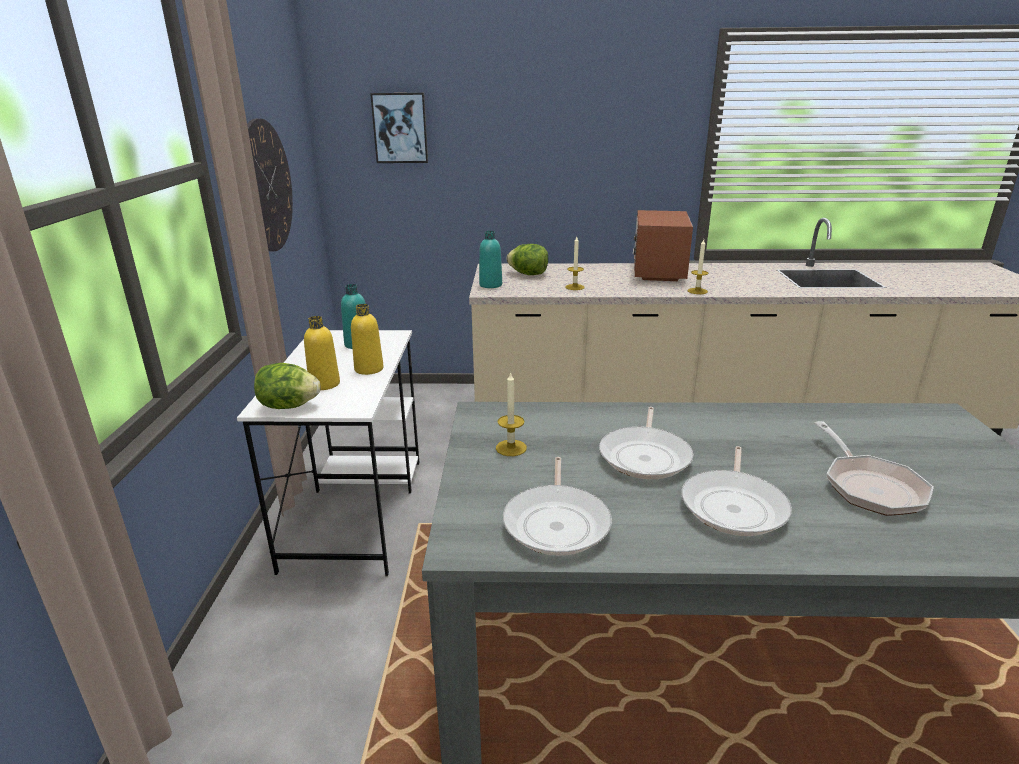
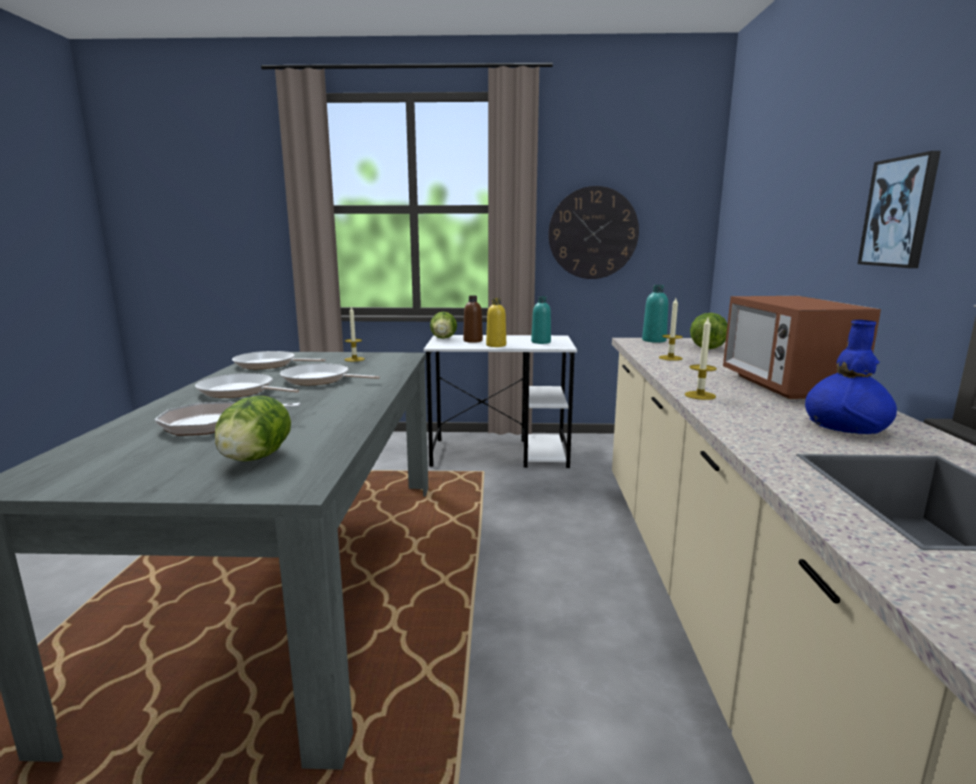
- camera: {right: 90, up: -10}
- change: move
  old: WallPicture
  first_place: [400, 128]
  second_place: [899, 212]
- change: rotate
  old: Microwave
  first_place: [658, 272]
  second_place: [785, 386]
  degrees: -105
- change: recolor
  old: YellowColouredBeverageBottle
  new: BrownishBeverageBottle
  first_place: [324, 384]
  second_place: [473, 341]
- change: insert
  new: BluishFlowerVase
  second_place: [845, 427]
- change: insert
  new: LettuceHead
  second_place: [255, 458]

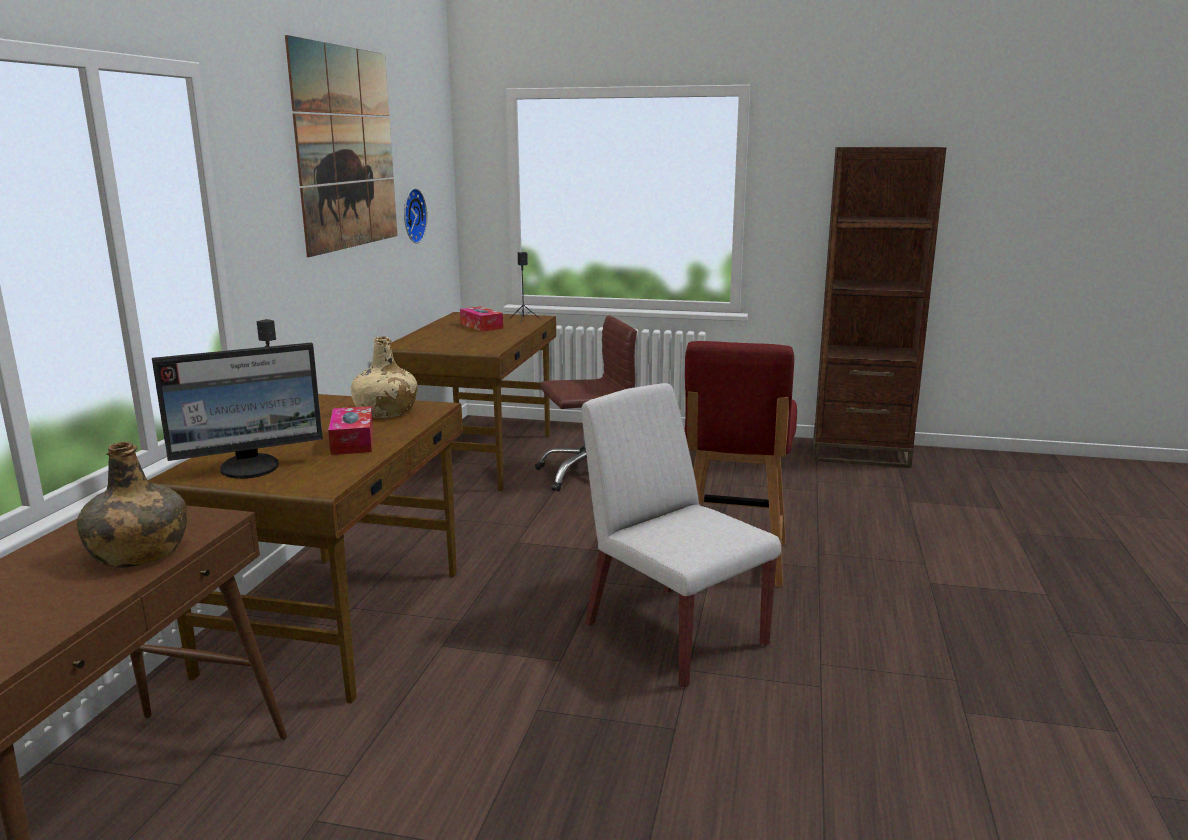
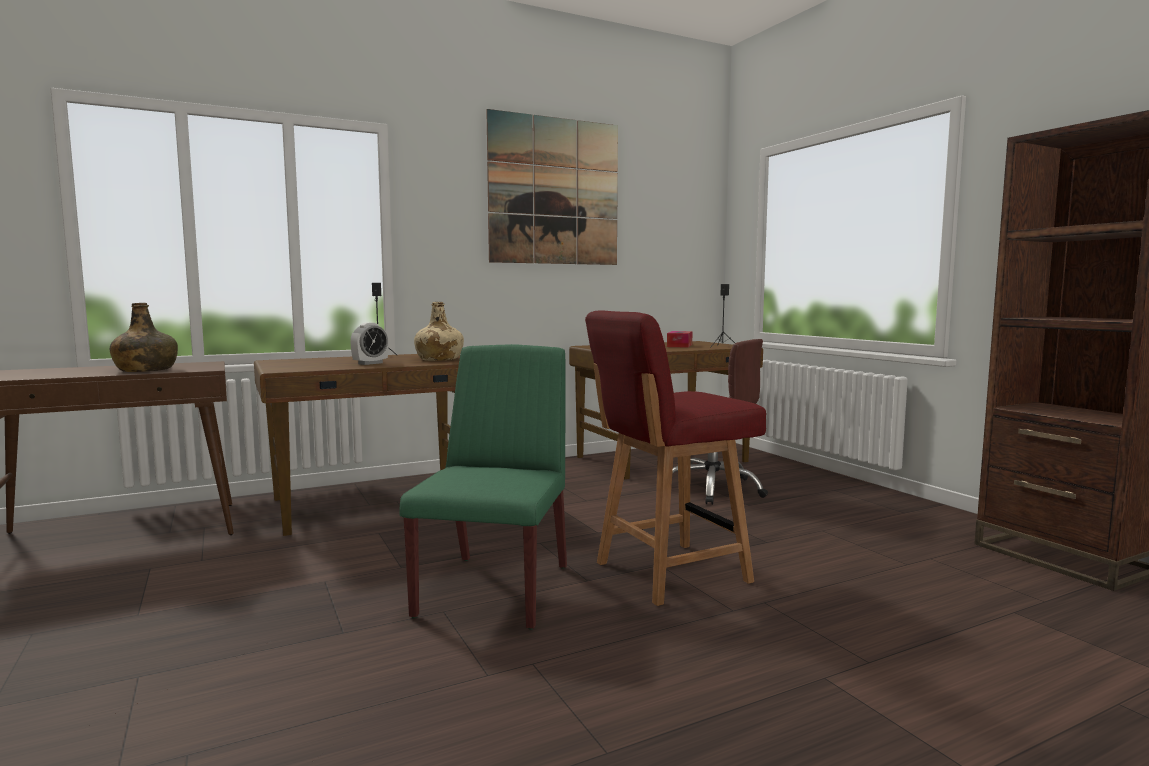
- camera: {right: 50, up: -10}
- change: delete
  old: HangingClock
  first_place: [411, 215]
- change: delete
  old: ComputerScreen
  first_place: [251, 468]
- change: recolor
  old: WhiteChair
  new: GreenChair
  first_place: [673, 634]
  second_place: [495, 589]
- change: replace
  old: BoxOfTissues
  new: AlarmClock
  first_place: [352, 441]
  second_place: [370, 363]

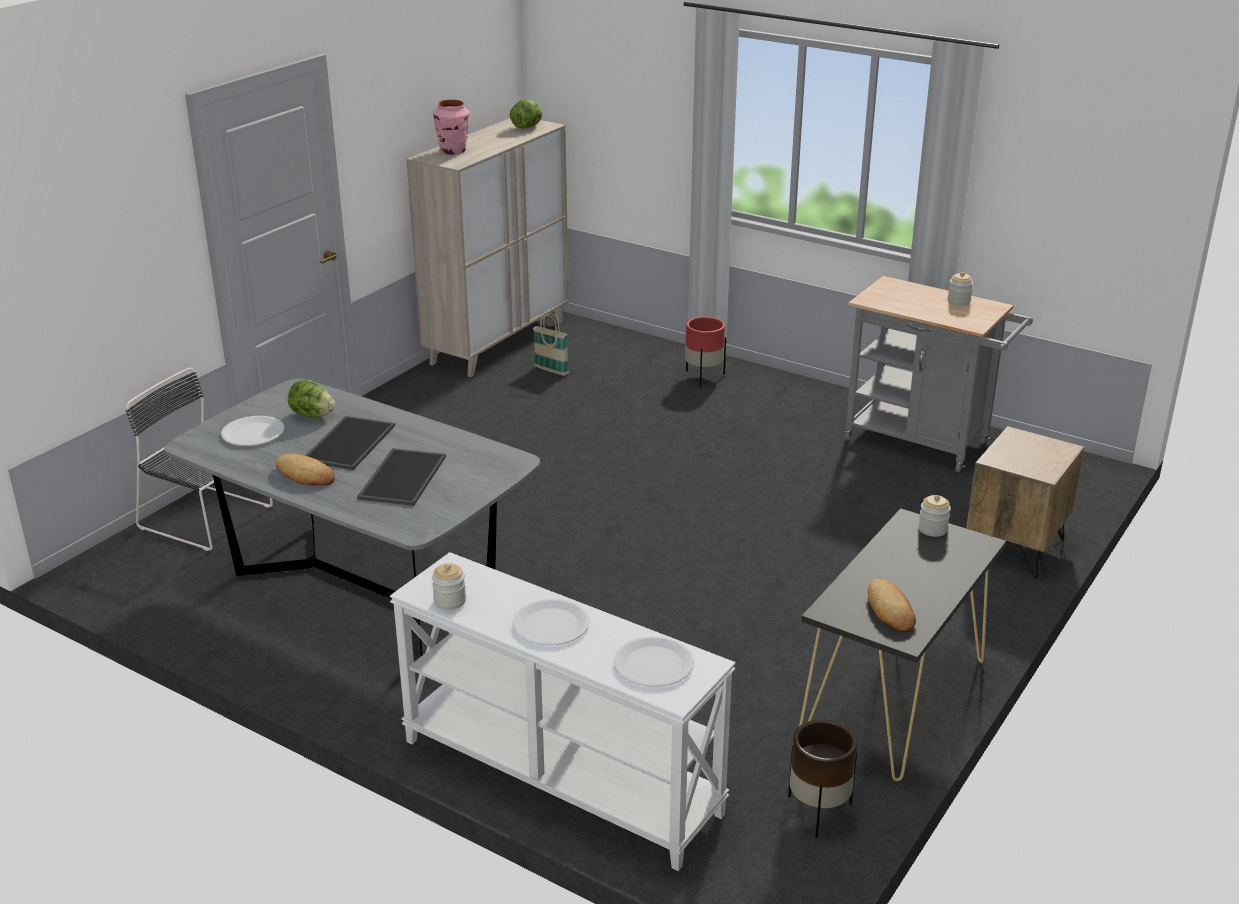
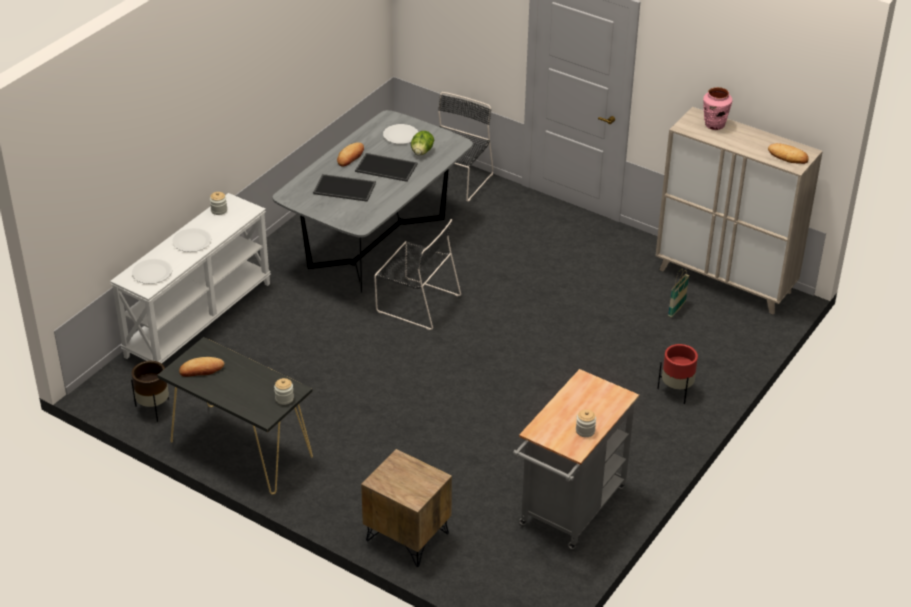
- camera: {right: 90, up: 10}
- change: replace
  old: LettuceHead
  new: BakeryBread
  first_place: [527, 127]
  second_place: [787, 156]
- change: insert
  new: BlackChair
  second_place: [416, 302]

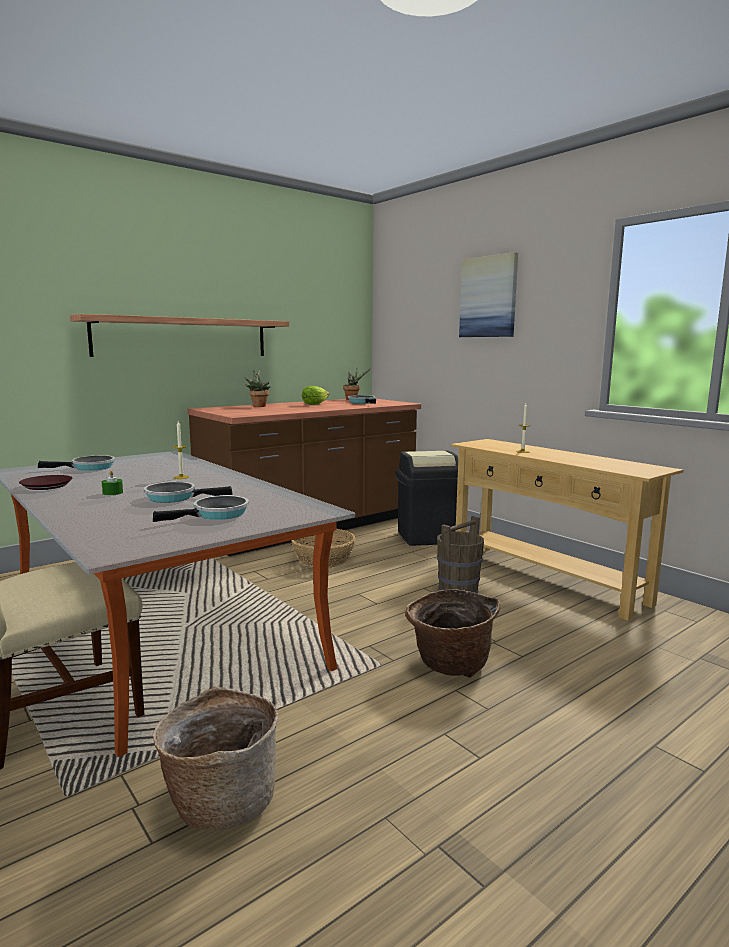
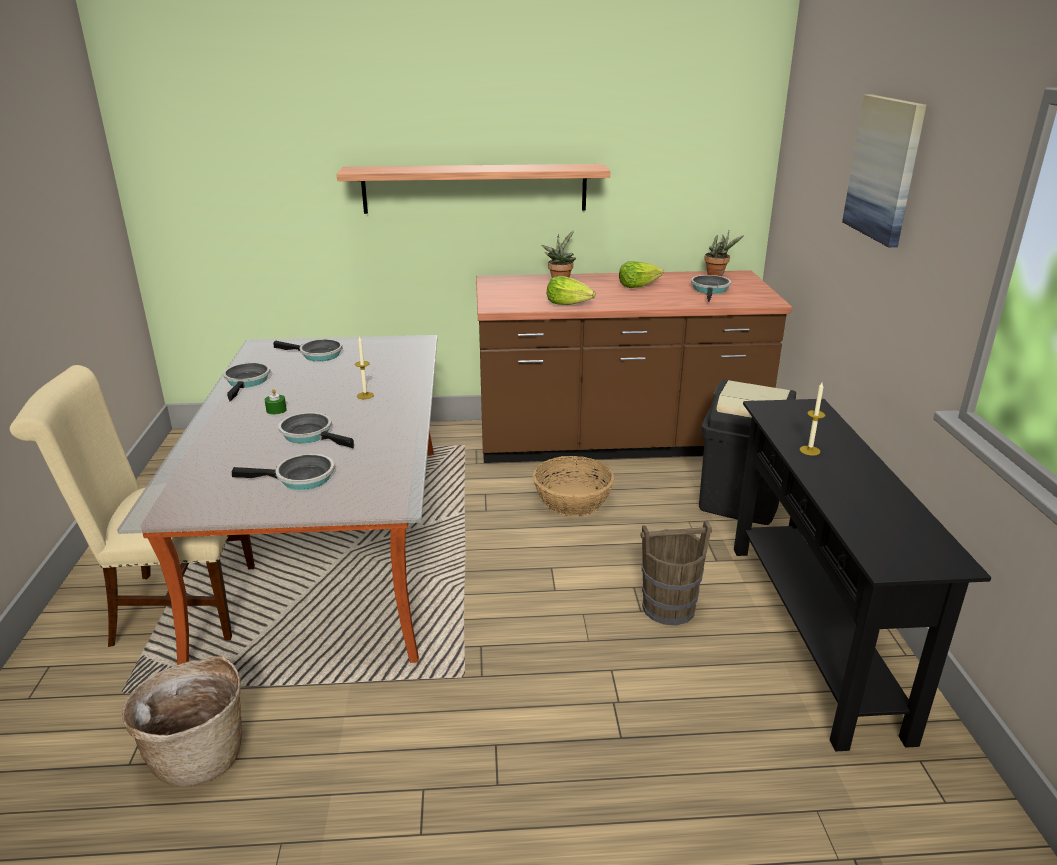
- camera: {right: 35, up: 15}
- change: recolor
  old: BeigeHallTable
  new: BlackHallTable
  first_place: [545, 578]
  second_place: [813, 633]
- change: replace
  old: BrownishFlatDish
  new: Pan
  first_place: [47, 486]
  second_place: [247, 382]
- change: delete
  old: Basket
  first_place: [449, 665]
- change: insert
  new: LettuceHead
  second_place: [568, 304]

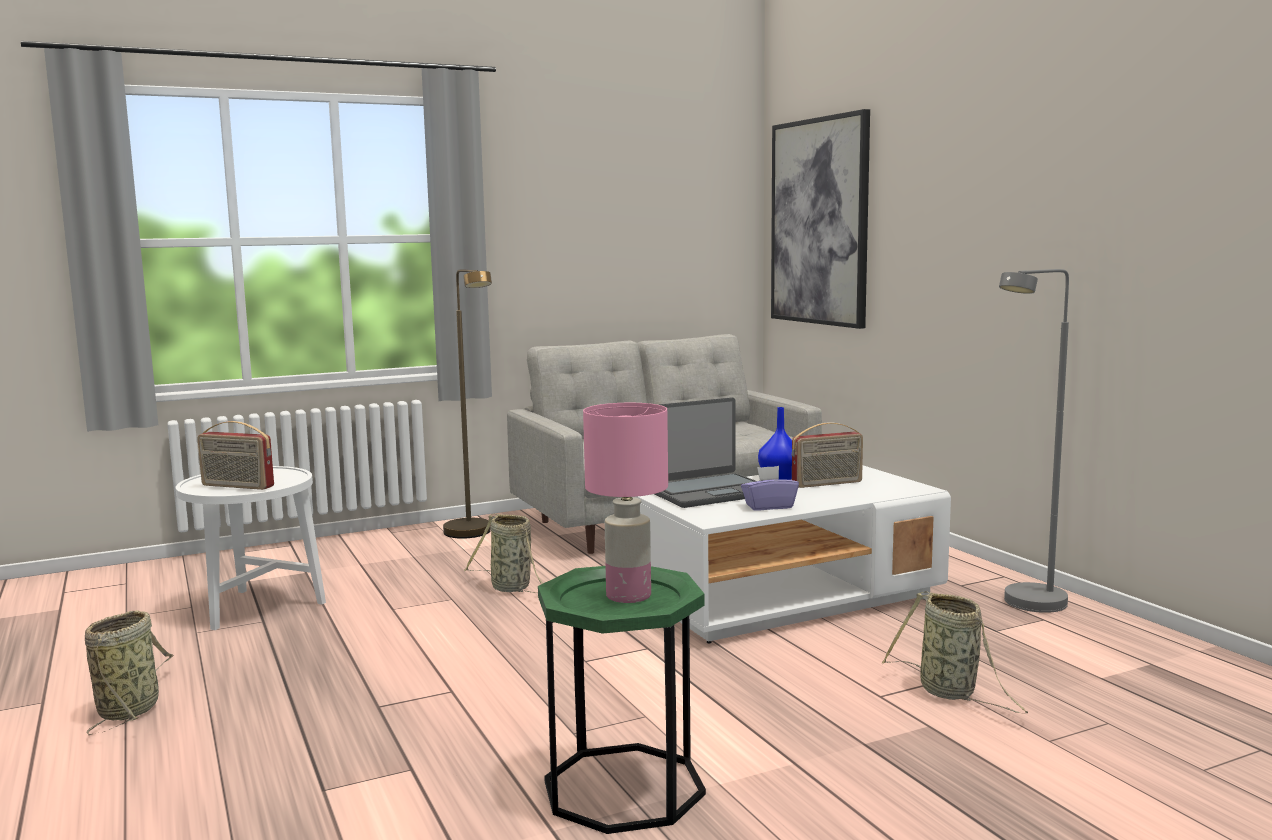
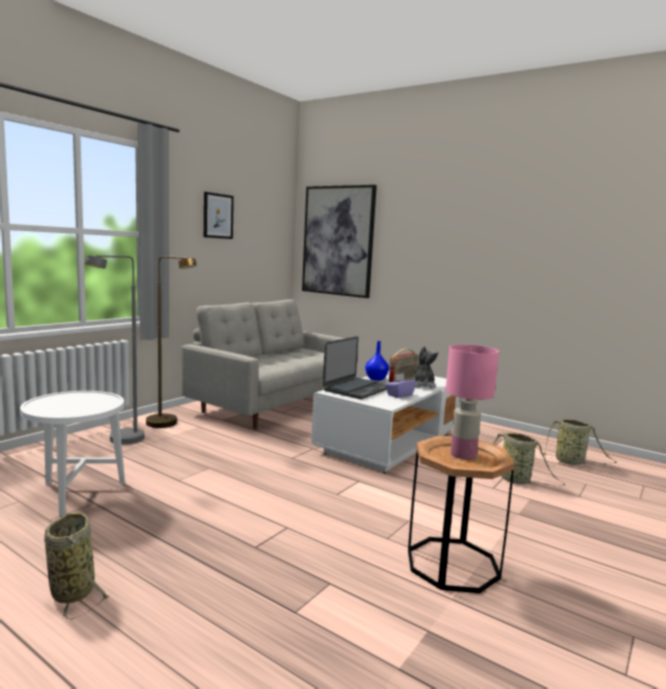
- camera: {right: -30, up: 0}
- change: move
  old: GrayStandingLamp
  first_place: [1027, 606]
  second_place: [120, 442]
- change: delete
  old: RadioSet
  first_place: [237, 486]
- change: move
  old: Basket
  first_place: [513, 589]
  second_place: [571, 462]
- change: recolor
  old: GreenEndTable
  new: BrownishEndTable
  first_place: [624, 787]
  second_place: [452, 564]
- change: insert
  new: WallPicture
  second_place: [218, 216]
- change: insert
  new: SoftToy
  second_place: [423, 385]

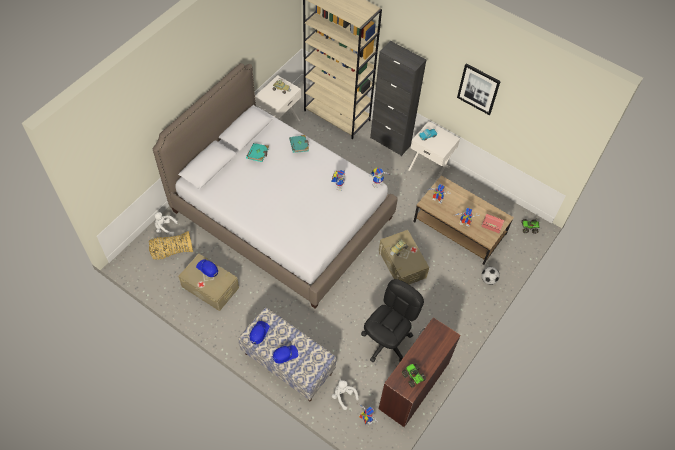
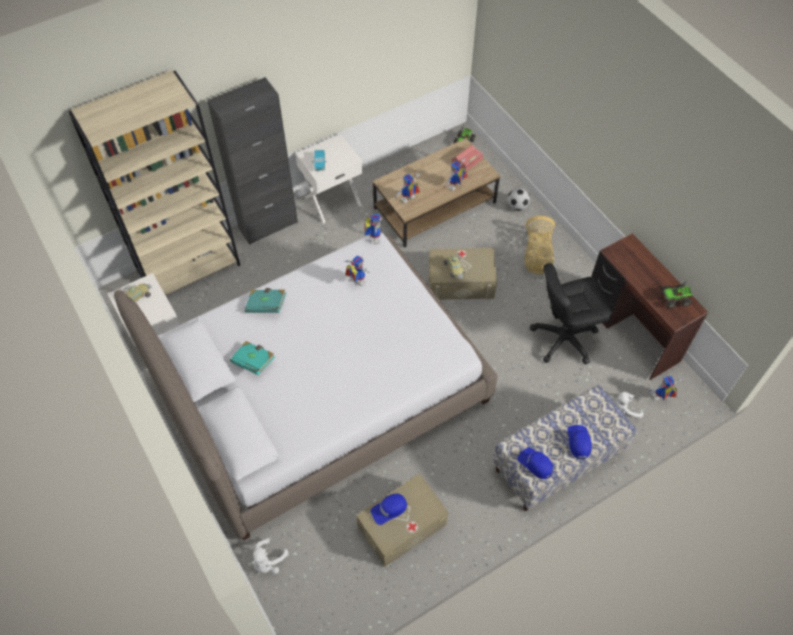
- camera: {right: -65, up: 0}
- change: delete
  old: WallPicture
  first_place: [478, 89]
- change: move
  old: Basket
  first_place: [172, 251]
  second_place: [537, 255]
- change: rotate
  old: BlackOfficeChair
  first_place: [387, 342]
  second_place: [564, 338]
  degrees: -75

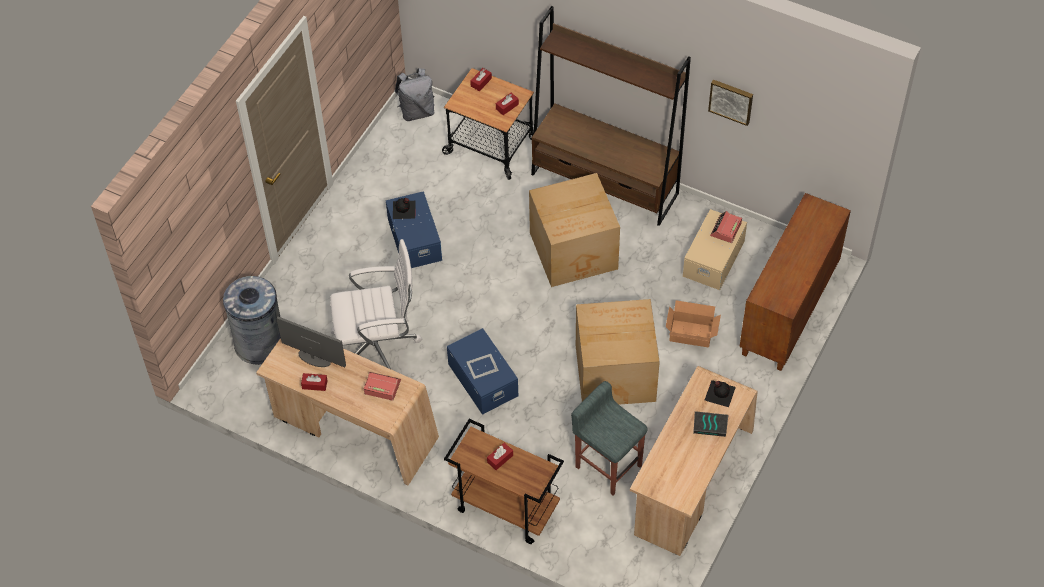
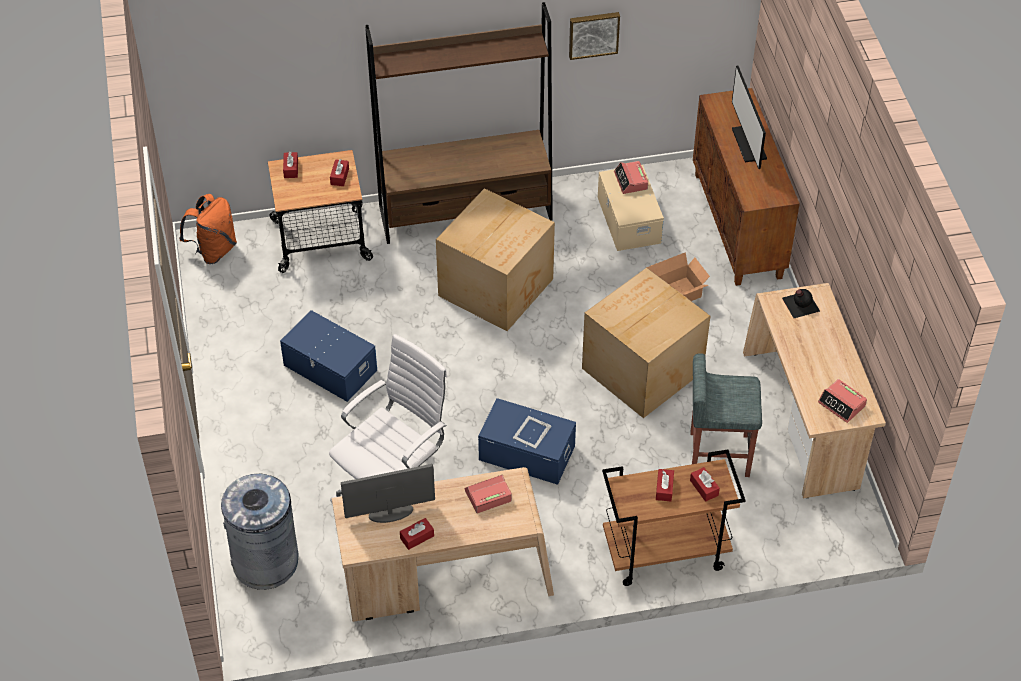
- camera: {right: -40, up: -5}
- change: recolor
  old: GrayRucksack
  new: OrangeColouredRucksack
  first_place: [417, 111]
  second_place: [214, 250]
- change: delete
  old: BlackBeverageBottle
  first_place: [404, 210]
- change: delete
  old: BoundBook
  first_place: [710, 425]
- change: insert
  new: ComputerScreen
  second_place: [749, 144]
- change: insert
  new: AlarmClock
  second_place: [842, 404]
- change: insert
  new: ReddishBoxOfTissues
  second_place: [704, 488]

